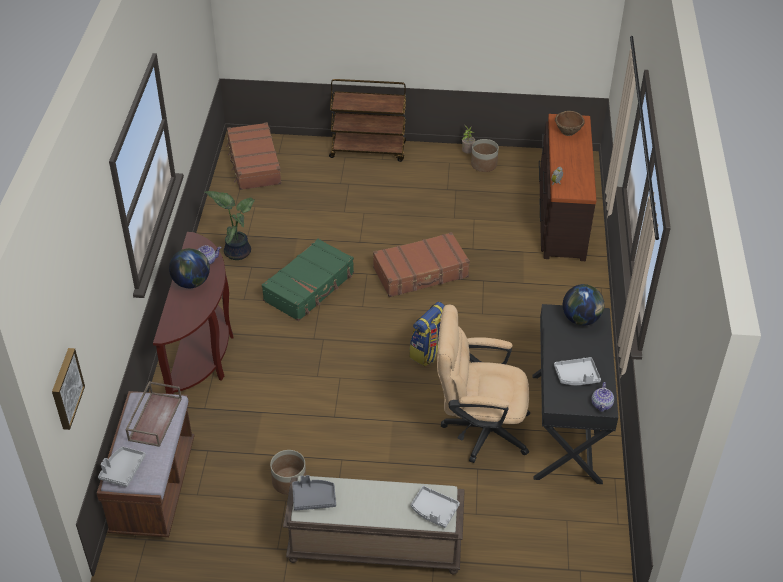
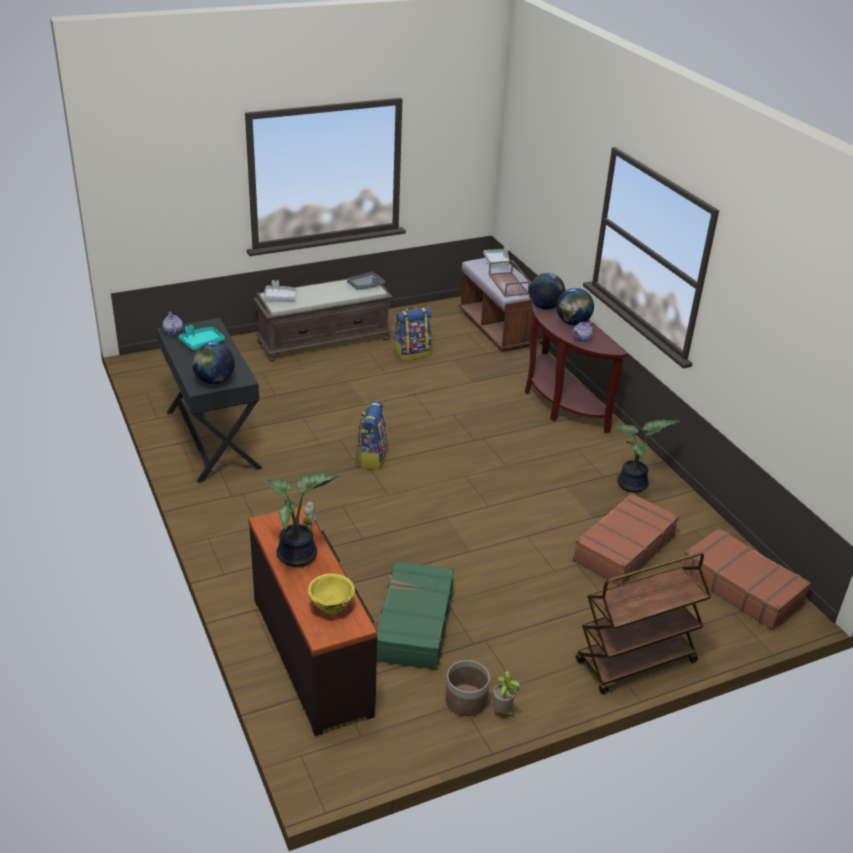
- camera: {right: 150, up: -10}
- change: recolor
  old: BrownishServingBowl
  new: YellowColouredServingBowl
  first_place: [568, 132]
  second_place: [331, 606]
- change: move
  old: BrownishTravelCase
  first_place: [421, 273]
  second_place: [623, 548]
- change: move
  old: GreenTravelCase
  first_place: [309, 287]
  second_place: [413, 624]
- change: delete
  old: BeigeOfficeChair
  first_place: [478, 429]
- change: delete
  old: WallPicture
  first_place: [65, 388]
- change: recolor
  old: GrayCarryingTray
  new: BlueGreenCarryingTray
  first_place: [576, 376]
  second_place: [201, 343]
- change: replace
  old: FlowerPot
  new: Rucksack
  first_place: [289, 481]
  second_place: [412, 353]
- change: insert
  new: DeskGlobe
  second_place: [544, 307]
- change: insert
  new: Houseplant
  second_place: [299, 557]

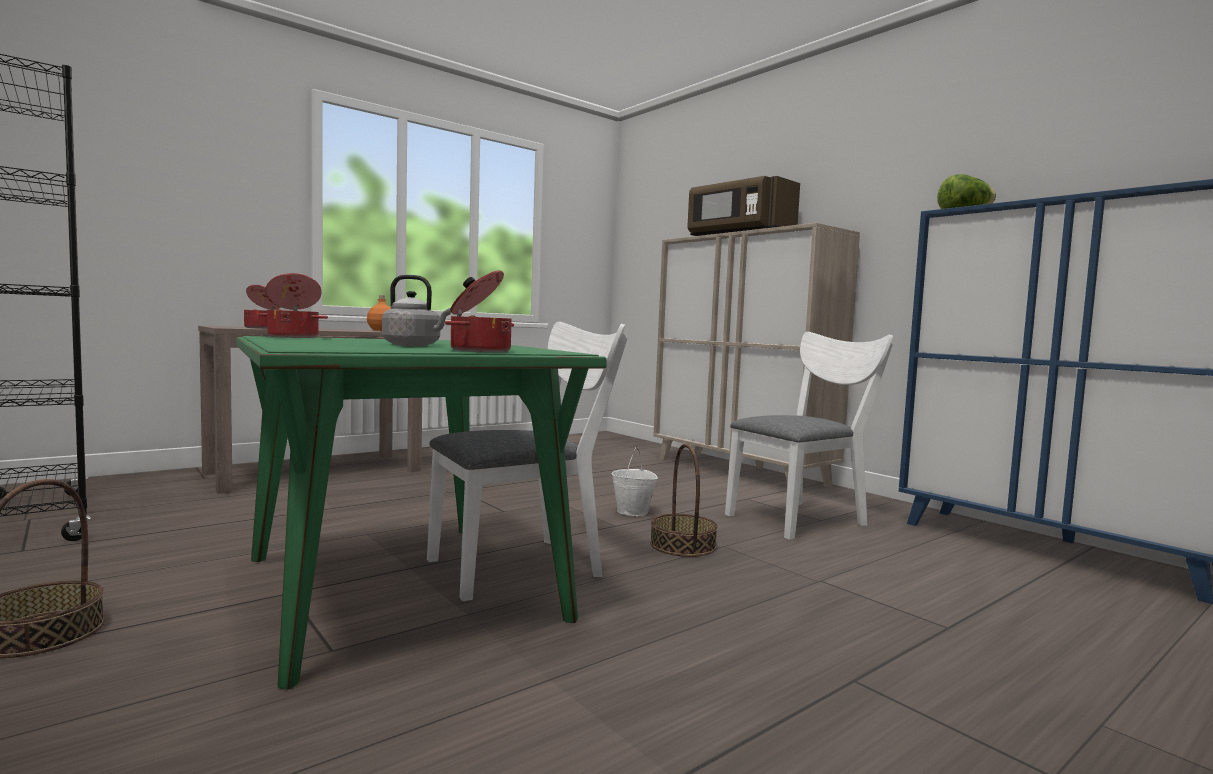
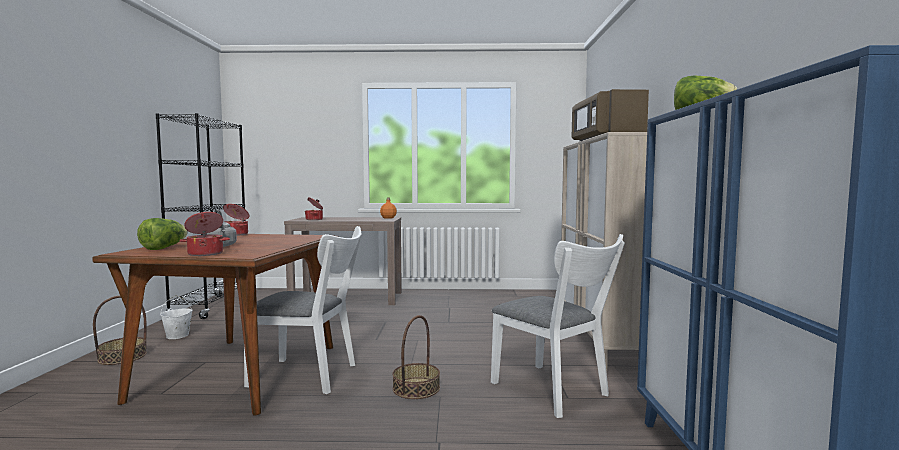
- camera: {right: 40, up: 0}
- change: rotate
  old: WhiteChair
  first_place: [802, 518]
  second_place: [555, 392]
  degrees: 45
- change: recolor
  old: GreenDinnerTable
  new: BrownishDinnerTable
  first_place: [400, 587]
  second_place: [241, 371]
- change: move
  old: WhiteWaterBucket
  first_place: [633, 512]
  second_place: [177, 336]
- change: insert
  new: LettuceHead
  second_place: [164, 248]

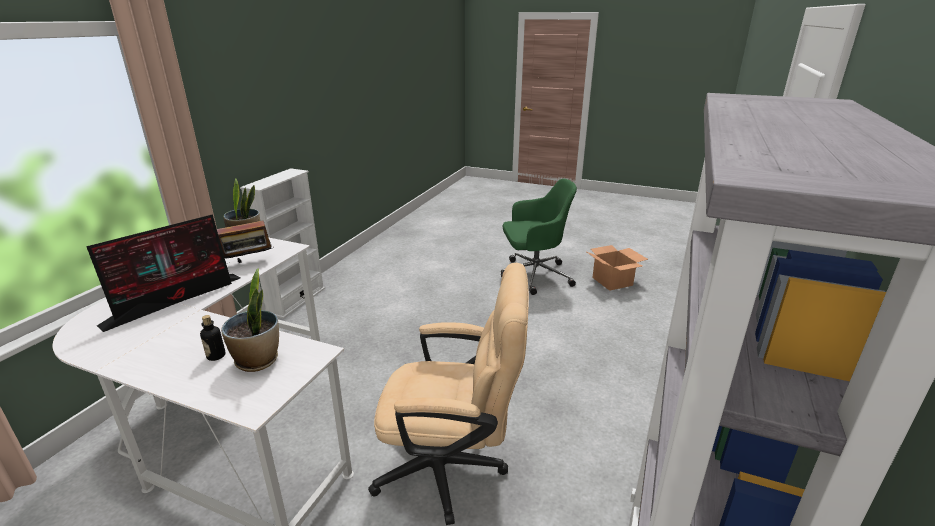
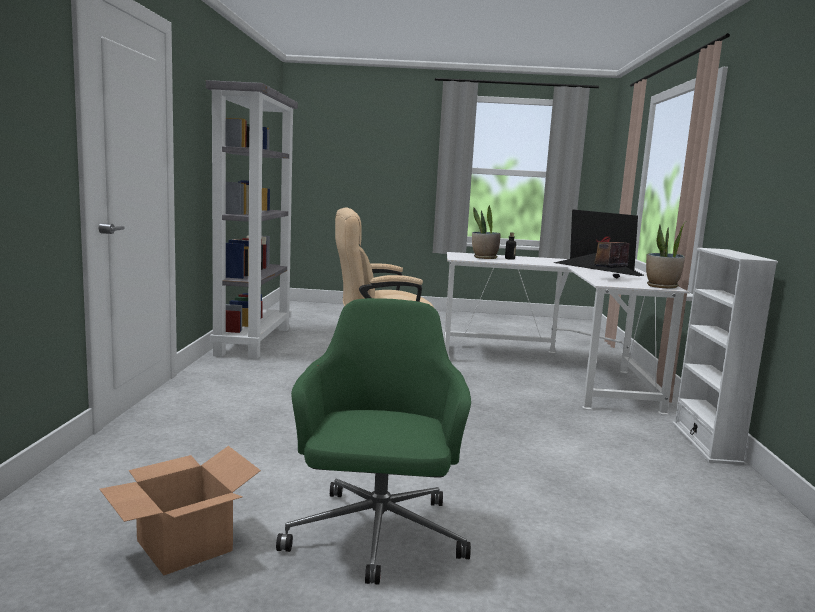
- camera: {right: 160, up: -15}
- change: rotate
  old: GreenOfficeChair
  first_place: [534, 275]
  second_place: [376, 537]
  degrees: 120
- change: rotate
  old: ComputerScreen
  first_place: [177, 299]
  second_place: [595, 268]
  degrees: 120

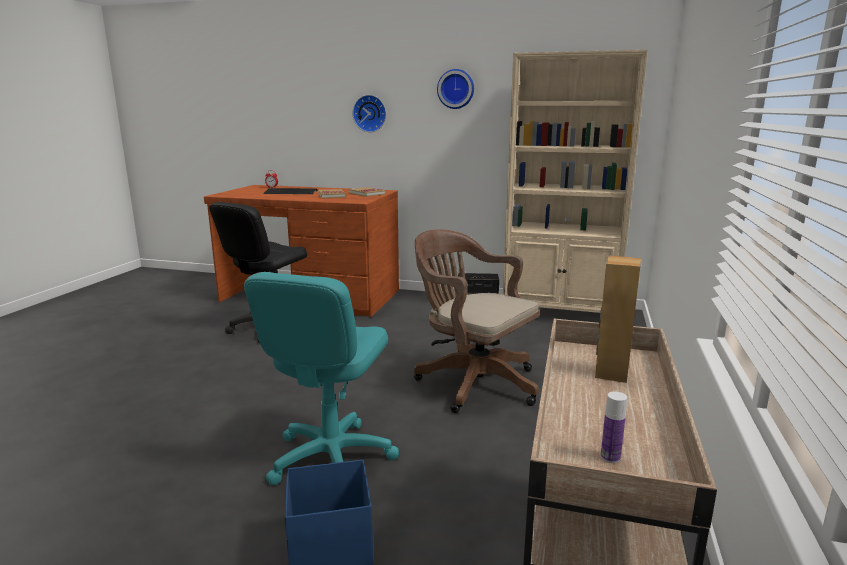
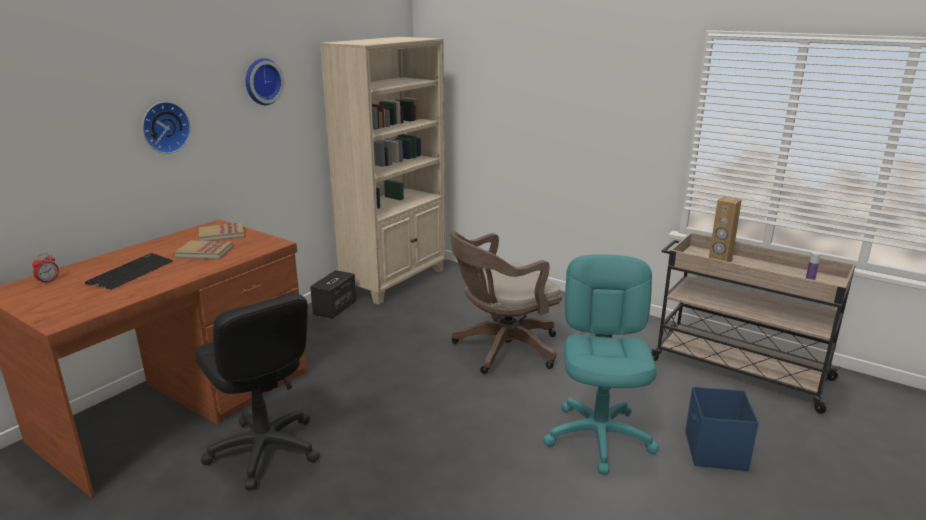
- camera: {right: -70, up: 5}
- change: rotate
  old: BlueGreenOfficeChair
  first_place: [331, 458]
  second_place: [599, 437]
  degrees: -120

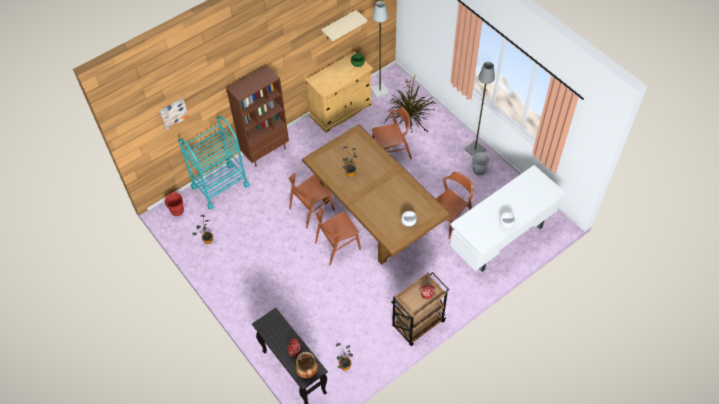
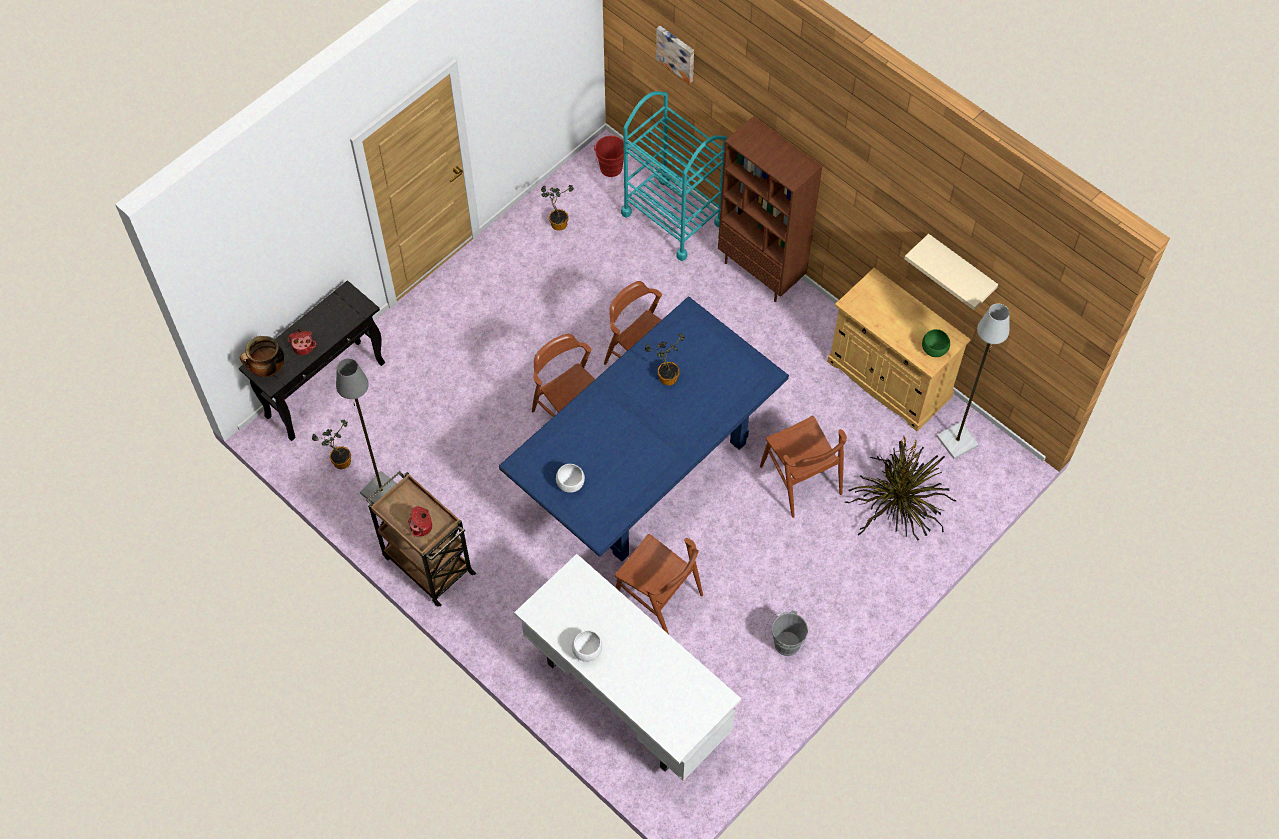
- camera: {right: 80, up: 5}
- change: move
  old: GrayStandingLamp
  first_place: [475, 150]
  second_place: [382, 492]
- change: recolor
  old: BrownishDinnerTable
  new: BluishDinnerTable
  first_place: [373, 216]
  second_place: [645, 467]

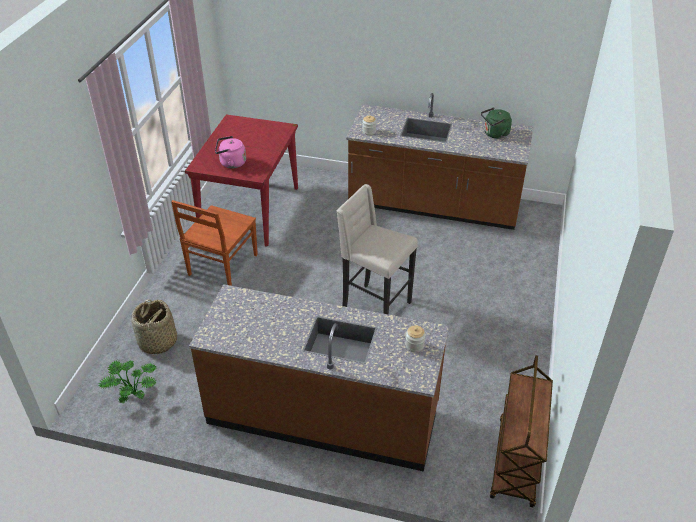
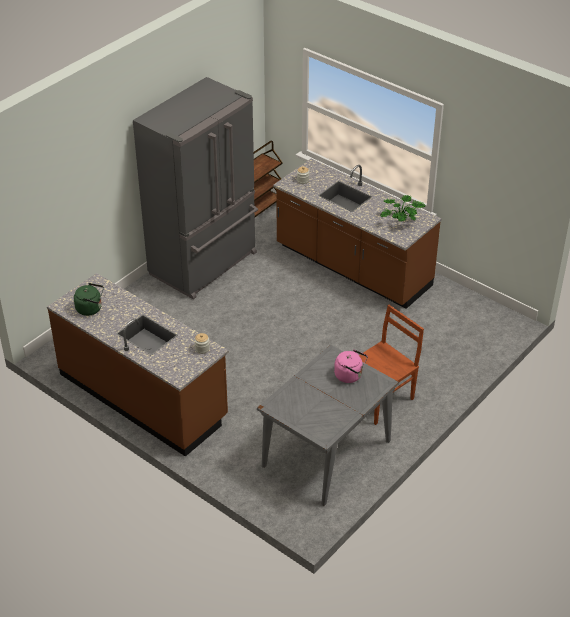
- camera: {right: -155, up: 0}
- change: recolor
  old: ReddishDinnerTable
  new: GrayDinnerTable
  first_place: [250, 209]
  second_place: [326, 454]
- change: delete
  old: BeigeStoolSeat
  first_place: [374, 307]
- change: delete
  old: Basket
  first_place: [157, 342]
- change: move
  old: Houseplant
  first_place: [133, 392]
  second_place: [401, 222]
- change: insert
  new: GrayRefrigerator
  second_place: [205, 264]

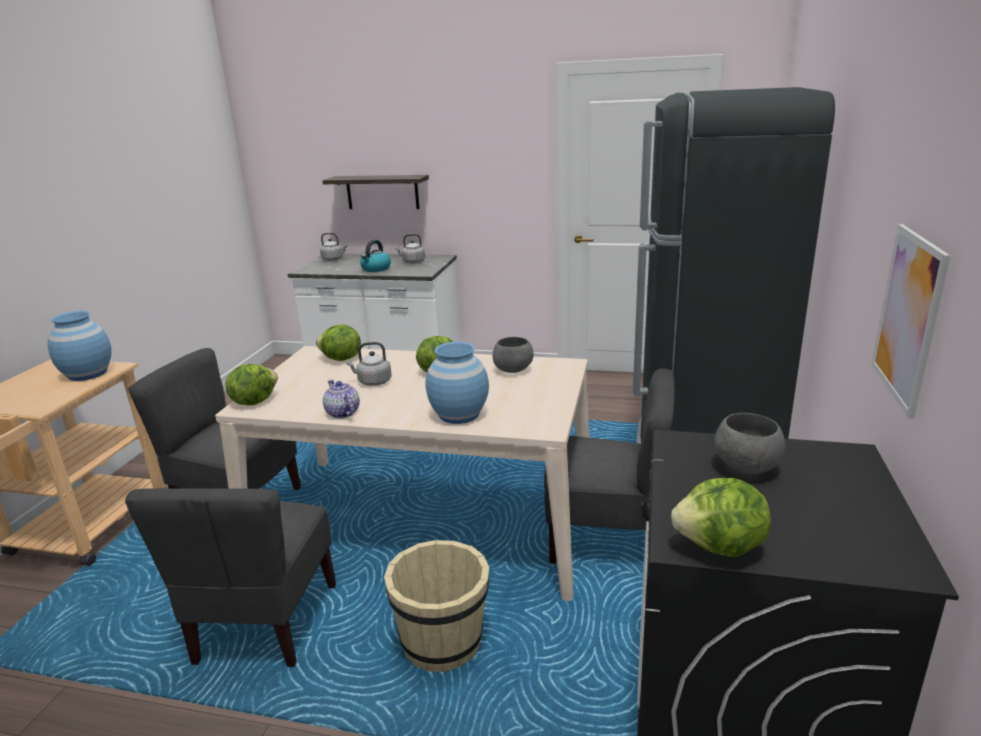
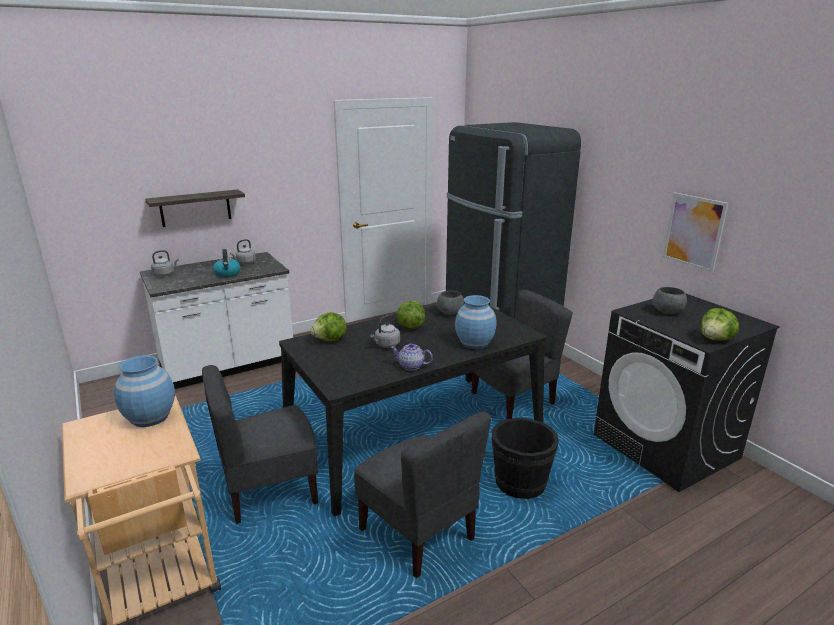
- camera: {right: -45, up: 0}
- change: recolor
  old: BeigeDinnerTable
  new: BlackDinnerTable
  first_place: [425, 521]
  second_place: [414, 436]
- change: delete
  old: LettuceHead
  first_place: [254, 401]
- change: recolor
  old: BeigeWaterBucket
  new: BlackWaterBucket
  first_place: [443, 642]
  second_place: [520, 482]

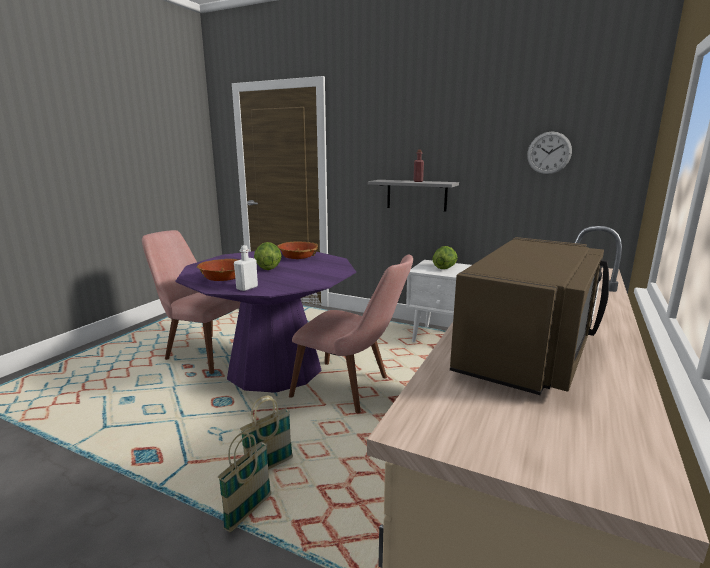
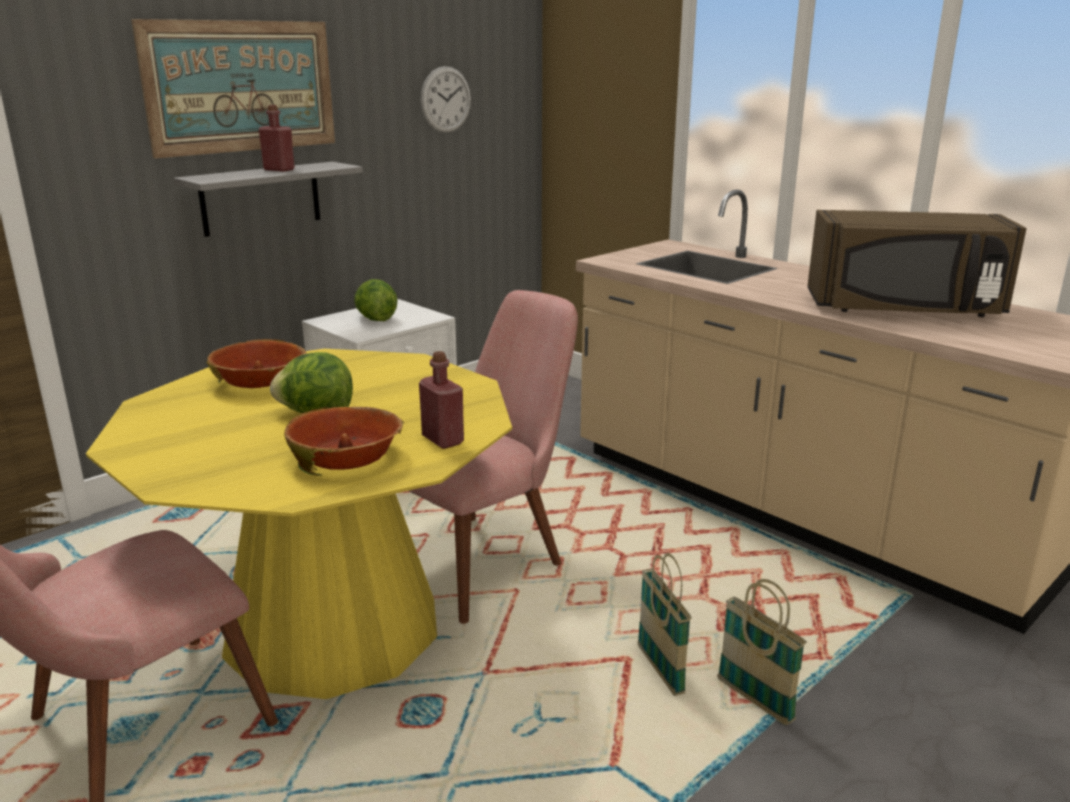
- camera: {right: -70, up: 5}
- change: rotate
  old: BrownishMicrowave
  first_place: [529, 351]
  second_place: [904, 309]
  degrees: 135
- change: recolor
  old: WhiteBeverageBottle
  new: ReddishBeverageBottle
  first_place: [247, 288]
  second_place: [442, 440]
- change: recolor
  old: PurpleDinnerTable
  new: YellowColouredDinnerTable
  first_place: [274, 368]
  second_place: [332, 628]
- change: insert
  new: WallPicture
  second_place: [241, 86]

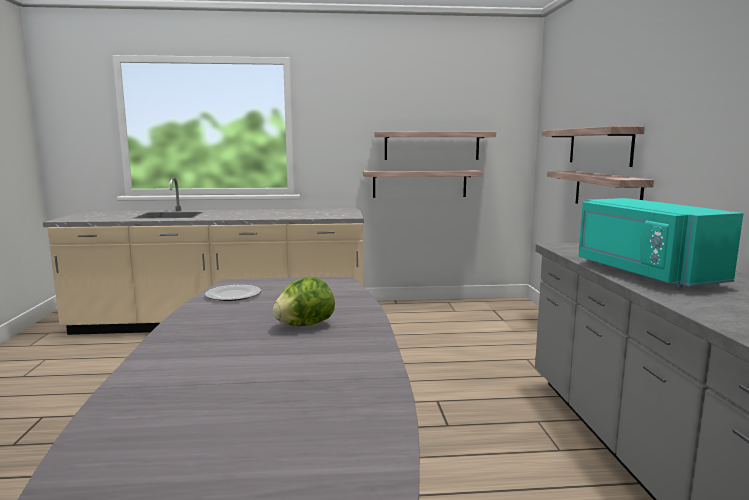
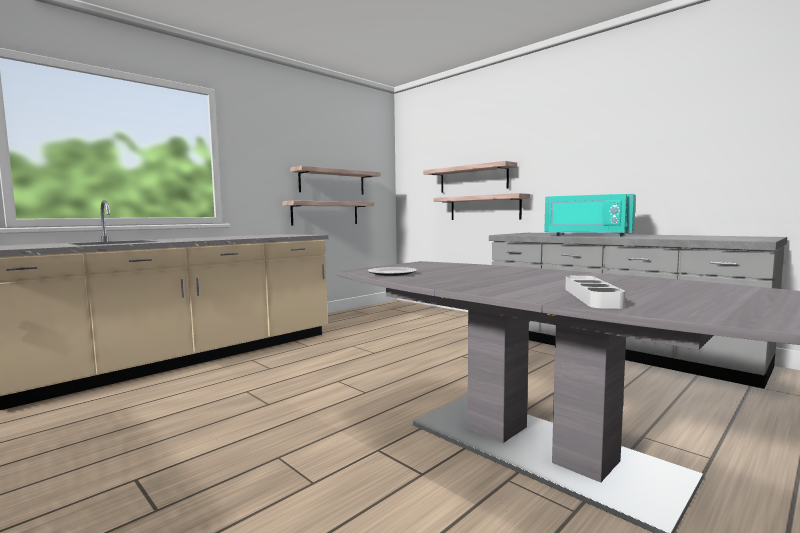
- camera: {right: -40, up: -5}
- change: delete
  old: LettuceHead
  first_place: [304, 325]
- change: insert
  new: GrayCarryingTray
  second_place: [591, 297]

